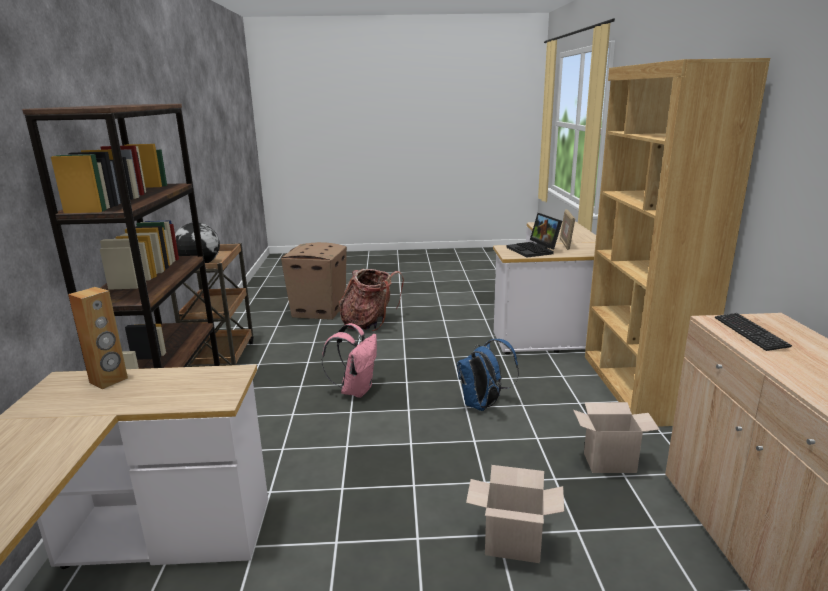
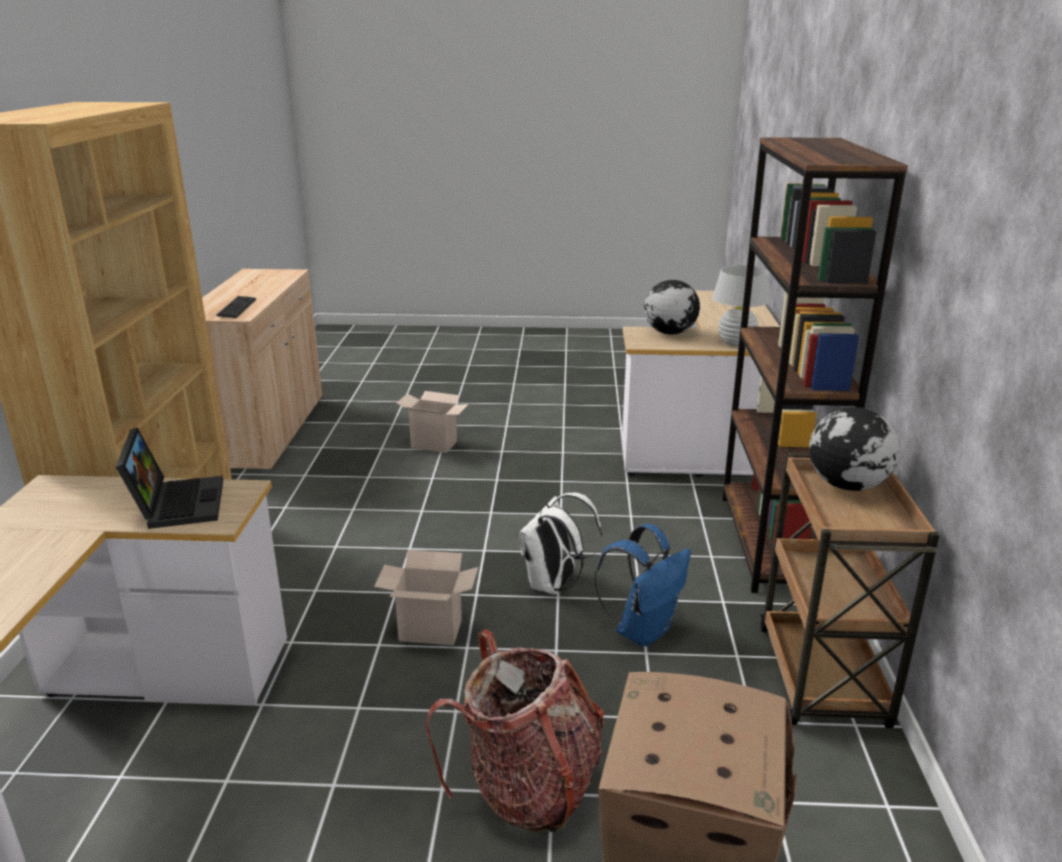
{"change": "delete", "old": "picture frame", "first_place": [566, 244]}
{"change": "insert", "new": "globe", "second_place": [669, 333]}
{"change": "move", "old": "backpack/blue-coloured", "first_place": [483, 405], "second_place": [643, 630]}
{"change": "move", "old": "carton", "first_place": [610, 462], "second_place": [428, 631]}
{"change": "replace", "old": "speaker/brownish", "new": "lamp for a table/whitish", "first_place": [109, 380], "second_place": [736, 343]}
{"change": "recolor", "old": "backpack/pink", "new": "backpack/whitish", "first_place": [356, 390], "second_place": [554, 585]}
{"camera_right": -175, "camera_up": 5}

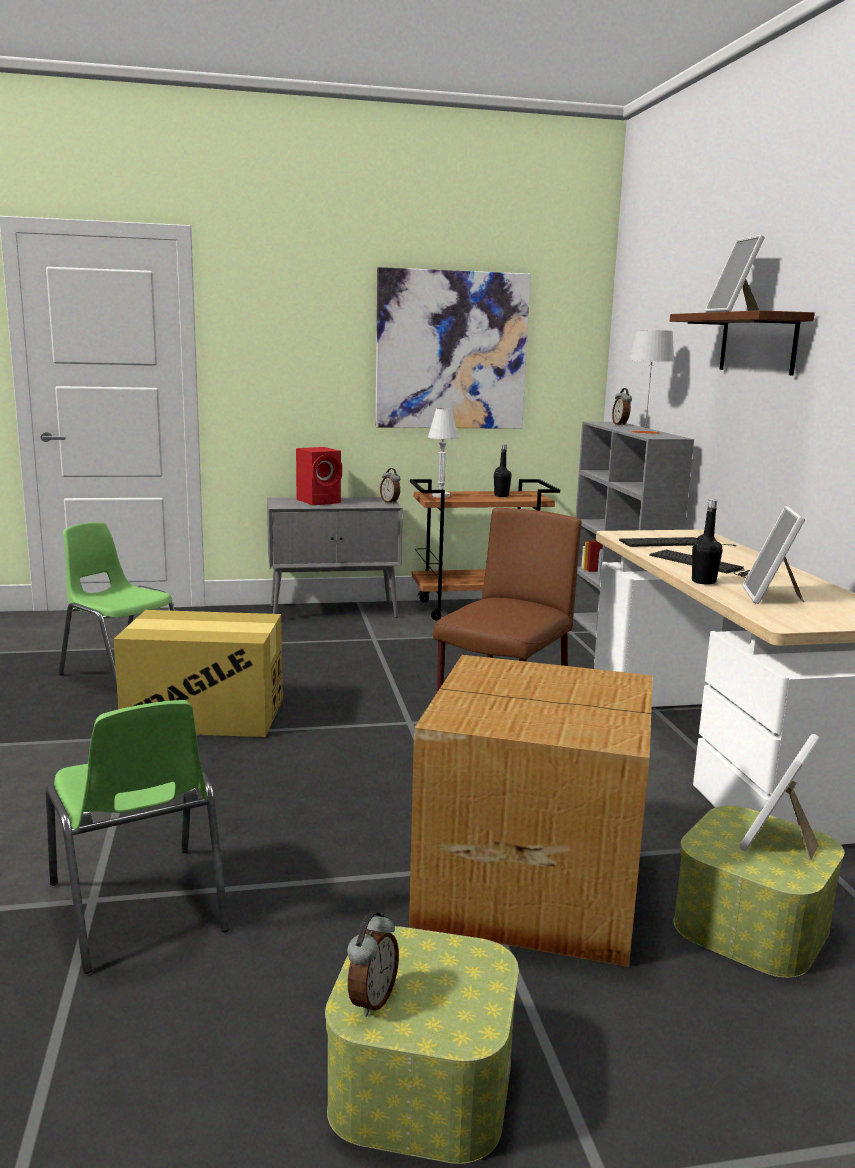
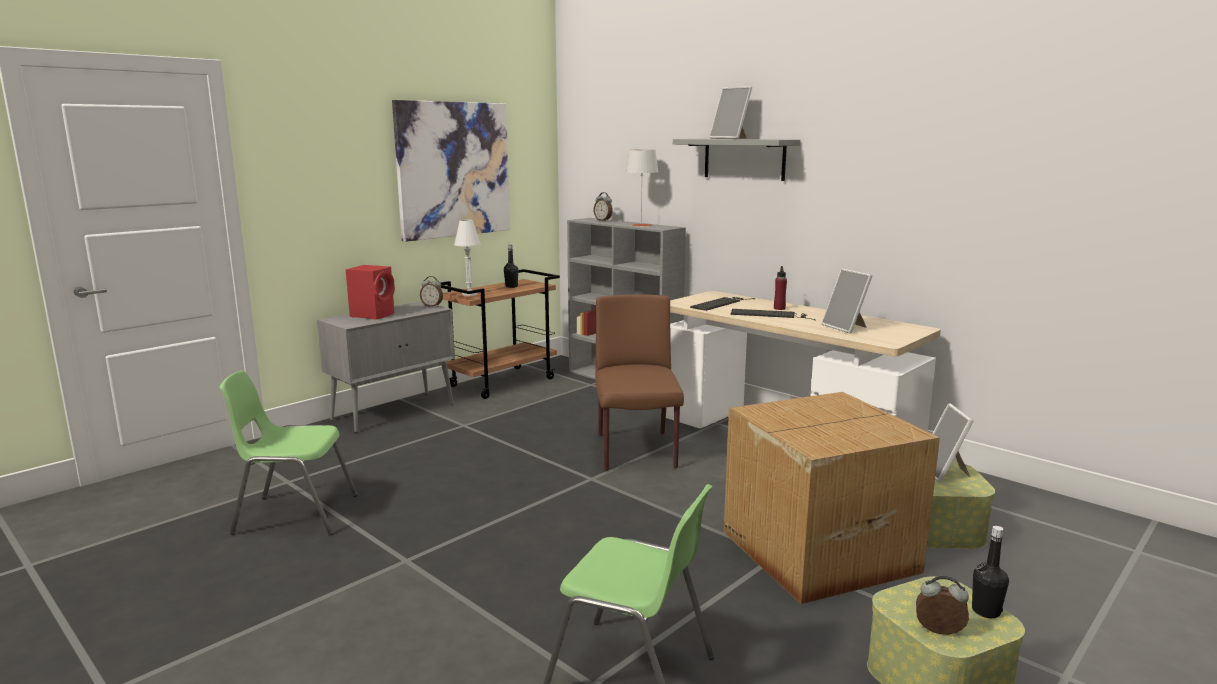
{"change": "delete", "old": "carton", "first_place": [204, 715]}
{"change": "insert", "new": "beverage bottle/red-coloured", "second_place": [779, 308]}
{"change": "move", "old": "beverage bottle/black-coloured", "first_place": [703, 581], "second_place": [986, 611]}
{"change": "recolor", "old": "shelf/brownish", "new": "shelf/grey", "first_place": [758, 343], "second_place": [744, 159]}
{"change": "rotate", "old": "table clock", "first_place": [371, 1000], "second_place": [939, 632], "degrees": -60}
{"camera_right": -35, "camera_up": 0}

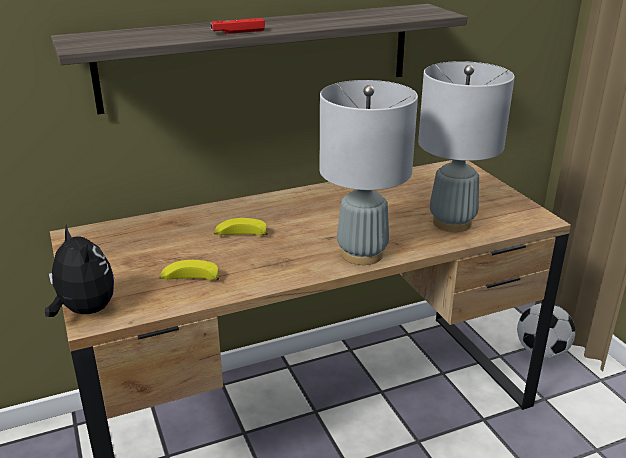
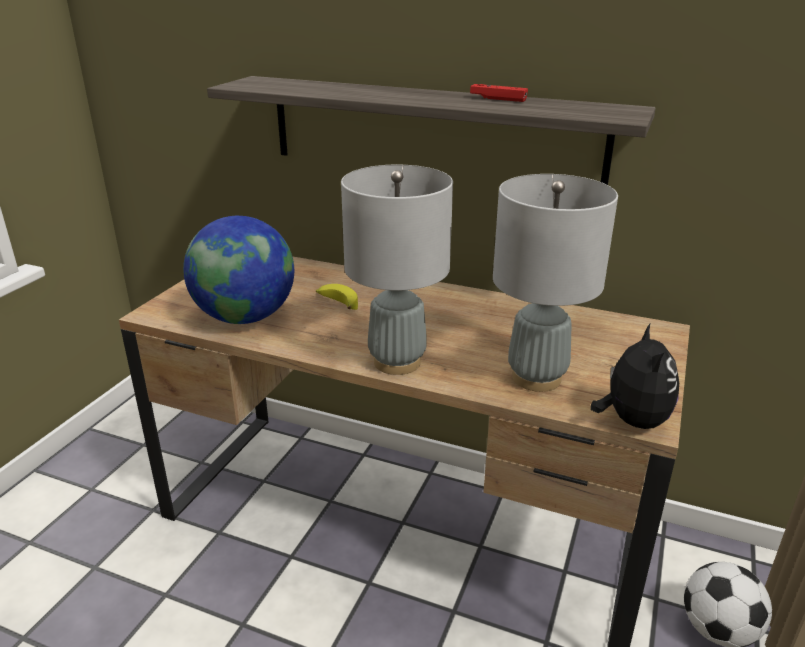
{"change": "move", "old": "soft toy", "first_place": [84, 310], "second_place": [631, 420]}
{"change": "move", "old": "joypad/red-coloured", "first_place": [238, 32], "second_place": [498, 99]}
{"change": "replace", "old": "banana", "new": "globe", "first_place": [189, 280], "second_place": [245, 317]}
{"camera_right": 45, "camera_up": 0}

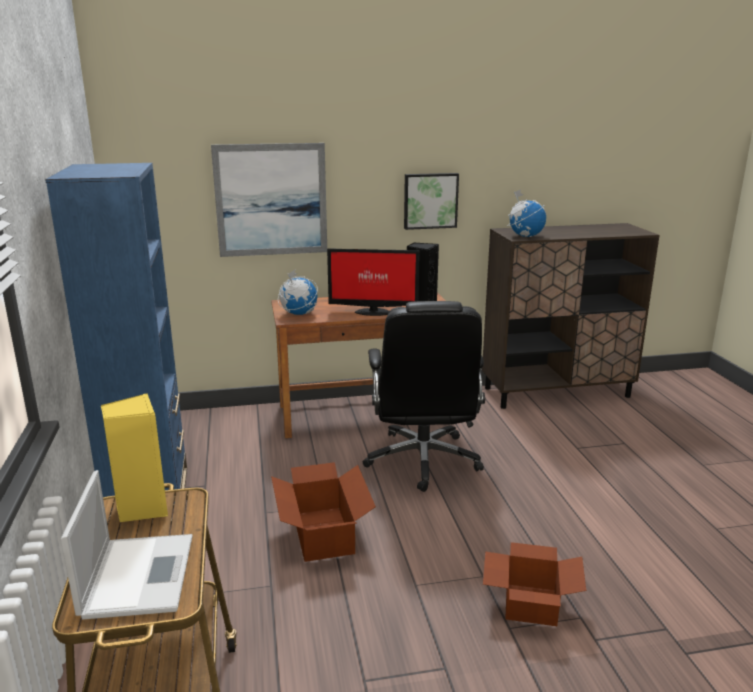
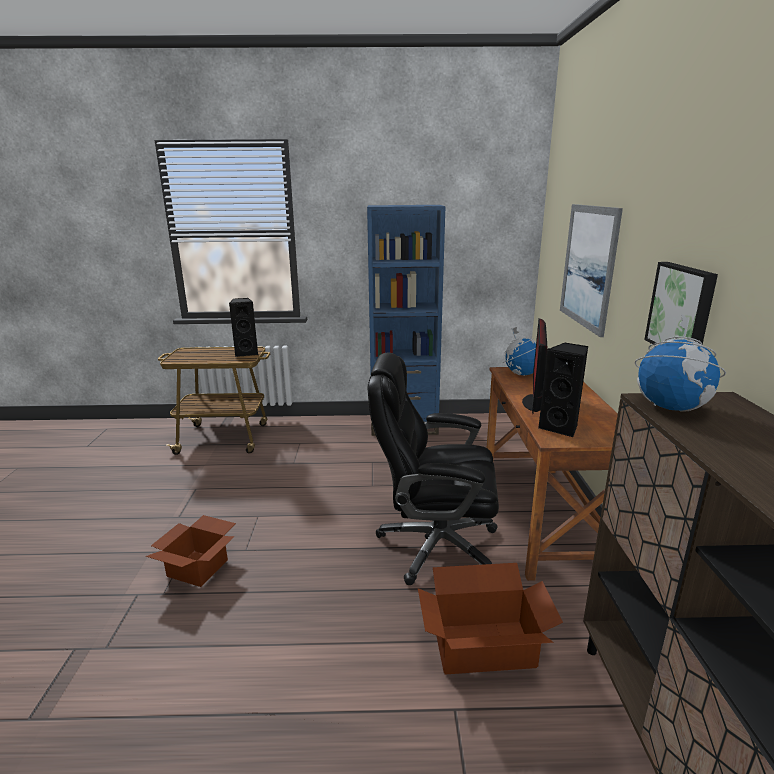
{"change": "delete", "old": "laptop", "first_place": [138, 574]}
{"change": "move", "old": "carton", "first_place": [322, 534], "second_place": [482, 645]}
{"change": "recolor", "old": "speaker/yellow", "new": "speaker/black-coloured", "first_place": [142, 508], "second_place": [247, 353]}
{"camera_right": 100, "camera_up": 0}

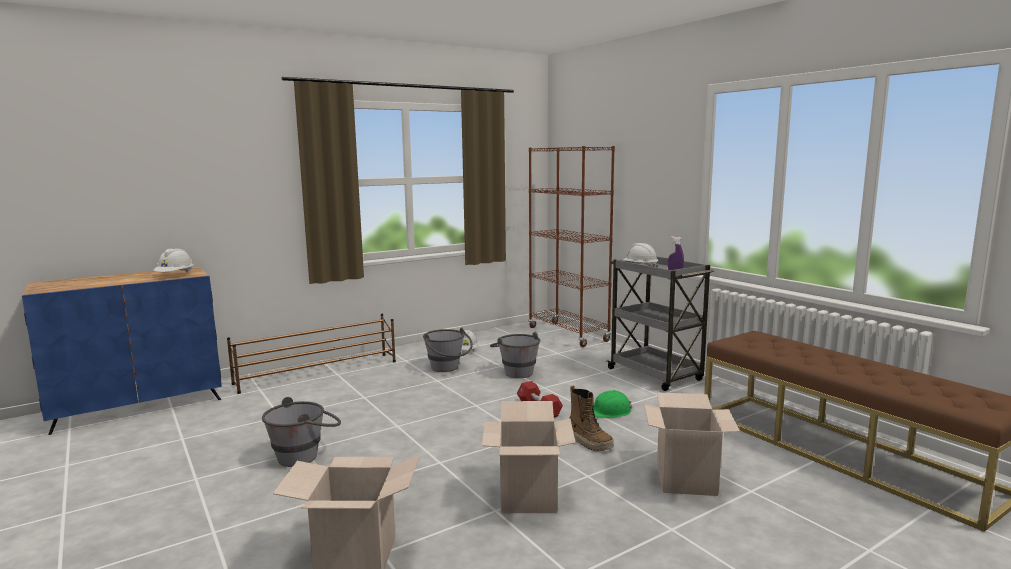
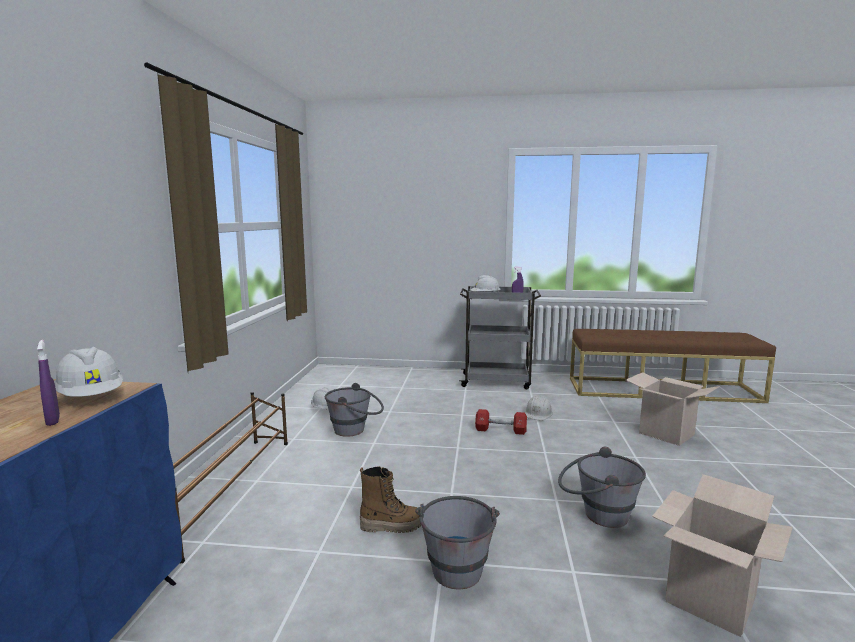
{"change": "delete", "old": "carton", "first_place": [528, 497]}
{"change": "delete", "old": "shelving unit/brownish", "first_place": [568, 334]}
{"change": "insert", "new": "hand sprayer/purple", "second_place": [53, 421]}
{"change": "move", "old": "bucket/grey", "first_place": [515, 371], "second_place": [597, 514]}
{"change": "move", "old": "boot", "first_place": [589, 443], "second_place": [392, 526]}
{"change": "recolor", "old": "work helmet/green", "new": "work helmet/whitish", "first_place": [610, 411], "second_place": [538, 413]}
{"camera_right": -50, "camera_up": 0}

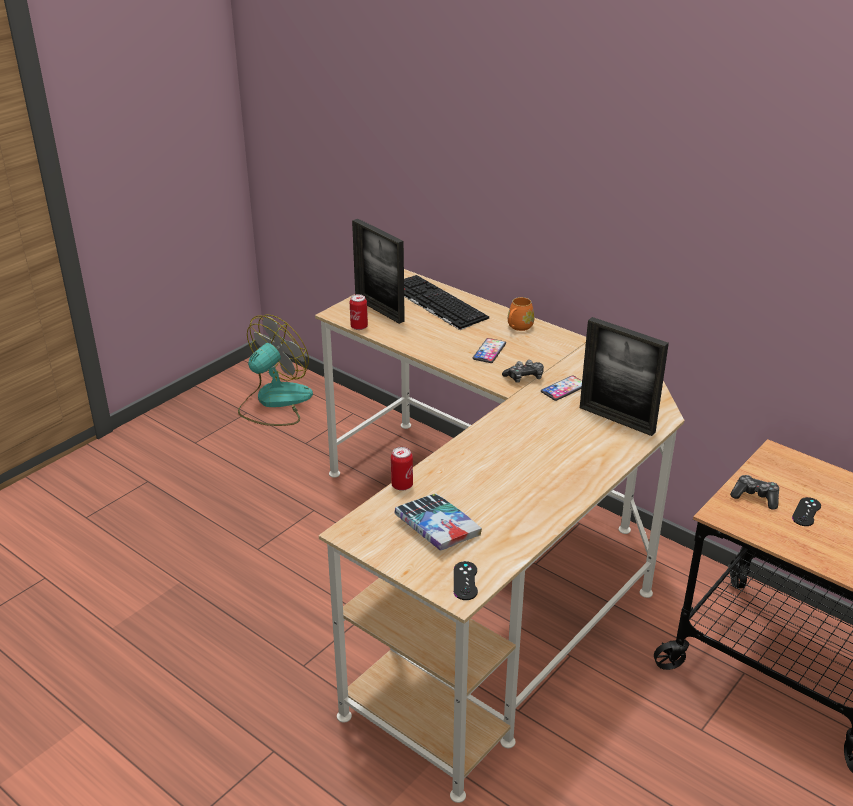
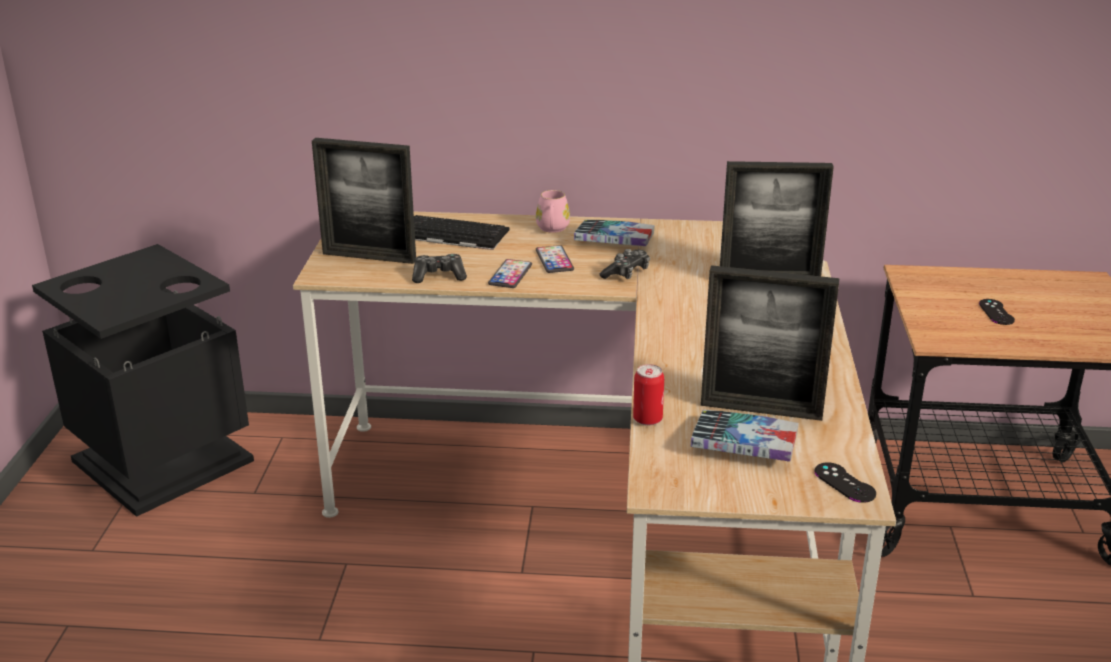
{"change": "delete", "old": "metal can", "first_place": [359, 327]}
{"change": "insert", "new": "book", "second_place": [614, 241]}
{"change": "insert", "new": "picture frame", "second_place": [761, 409]}
{"change": "move", "old": "phone", "first_place": [564, 389], "second_place": [510, 275]}
{"change": "move", "old": "joypad", "first_place": [755, 497], "second_place": [439, 276]}
{"change": "replace", "old": "electric fan", "new": "trash can/black-coloured", "first_place": [274, 402], "second_place": [161, 461]}
{"change": "recolor", "old": "mug/orangey", "new": "mug/pink", "first_place": [518, 327], "second_place": [552, 229]}
{"camera_right": -35, "camera_up": -5}

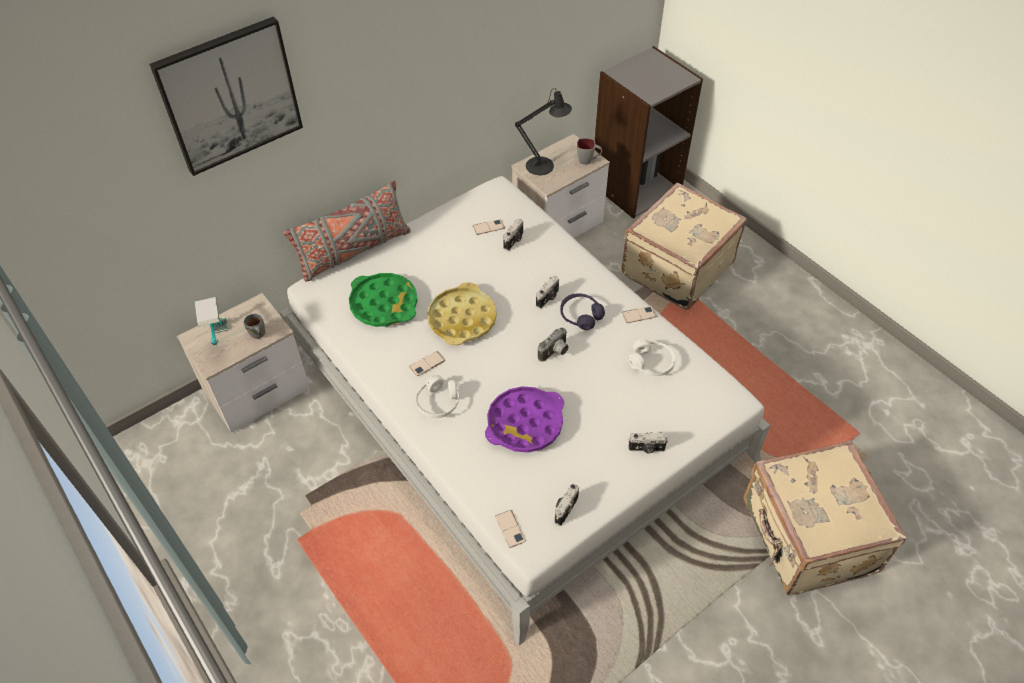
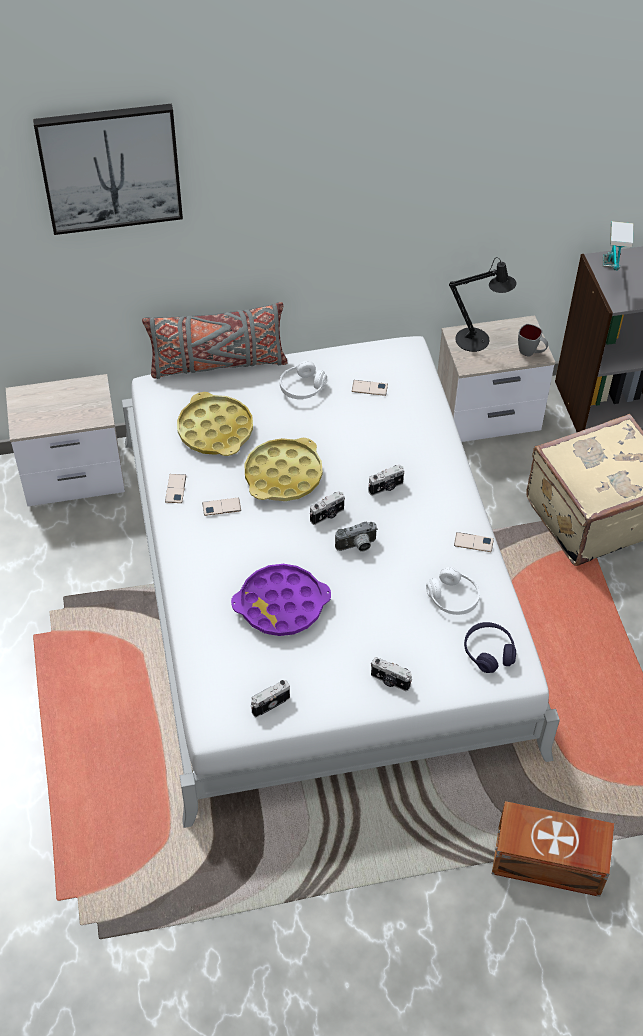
{"change": "delete", "old": "mug/grey", "first_place": [257, 334]}
{"change": "move", "old": "lamp for a table", "first_place": [223, 344], "second_place": [609, 279]}
{"change": "move", "old": "headphones/whitish", "first_place": [438, 402], "second_place": [302, 387]}
{"change": "move", "old": "phone", "first_place": [510, 529], "second_place": [175, 489]}
{"change": "move", "old": "still camera", "first_place": [514, 241], "second_place": [327, 515]}
{"change": "move", "old": "headphones/purple", "first_place": [580, 316], "second_place": [488, 652]}
{"change": "replace", "old": "piece of luggage/beige", "new": "storage bin/brownish", "first_place": [806, 538], "second_place": [550, 862]}
{"change": "recolor", "old": "tray/green", "new": "tray/yellow", "first_place": [384, 304], "second_place": [215, 430]}
{"camera_right": 25, "camera_up": 0}

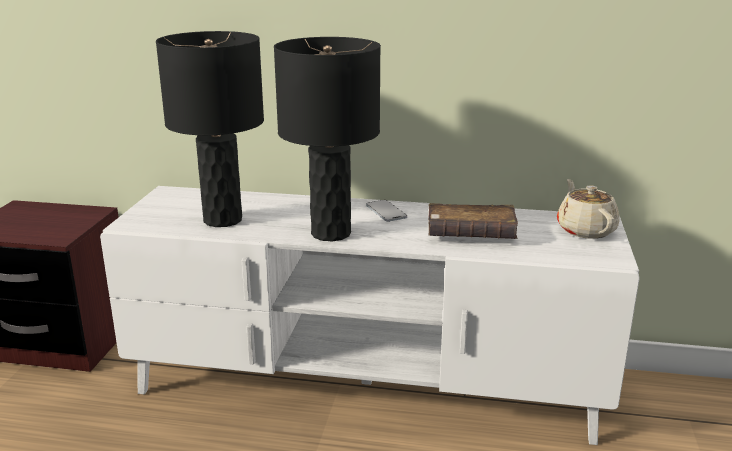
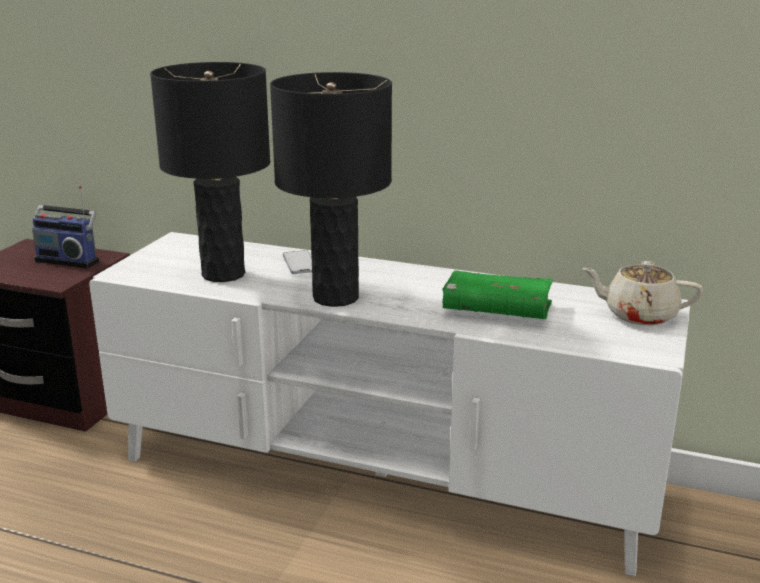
{"change": "insert", "new": "radio", "second_place": [69, 260]}
{"change": "move", "old": "phone", "first_place": [386, 212], "second_place": [299, 263]}
{"change": "recolor", "old": "book/brownish", "new": "book/green", "first_place": [470, 234], "second_place": [496, 310]}
{"change": "rotate", "old": "pot for tea/beige", "first_place": [585, 230], "second_place": [638, 315], "degrees": -75}
{"camera_right": 10, "camera_up": 0}

